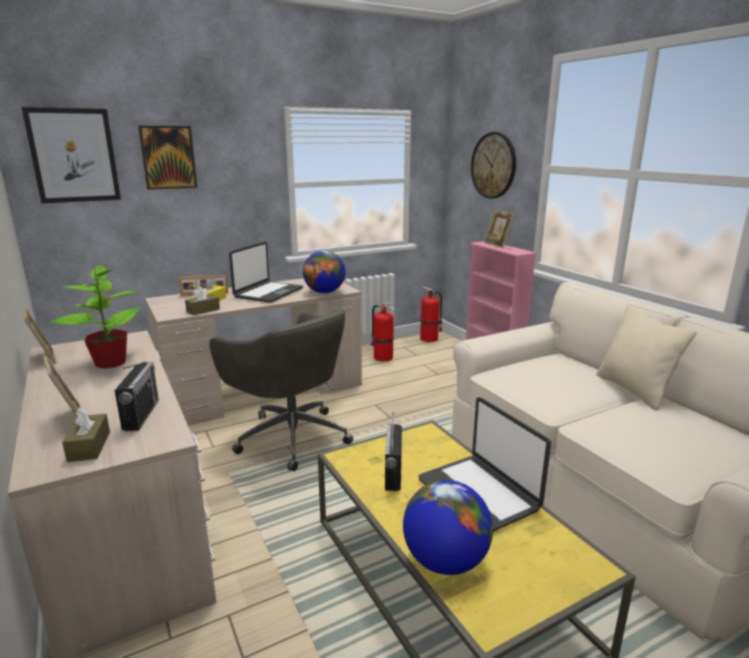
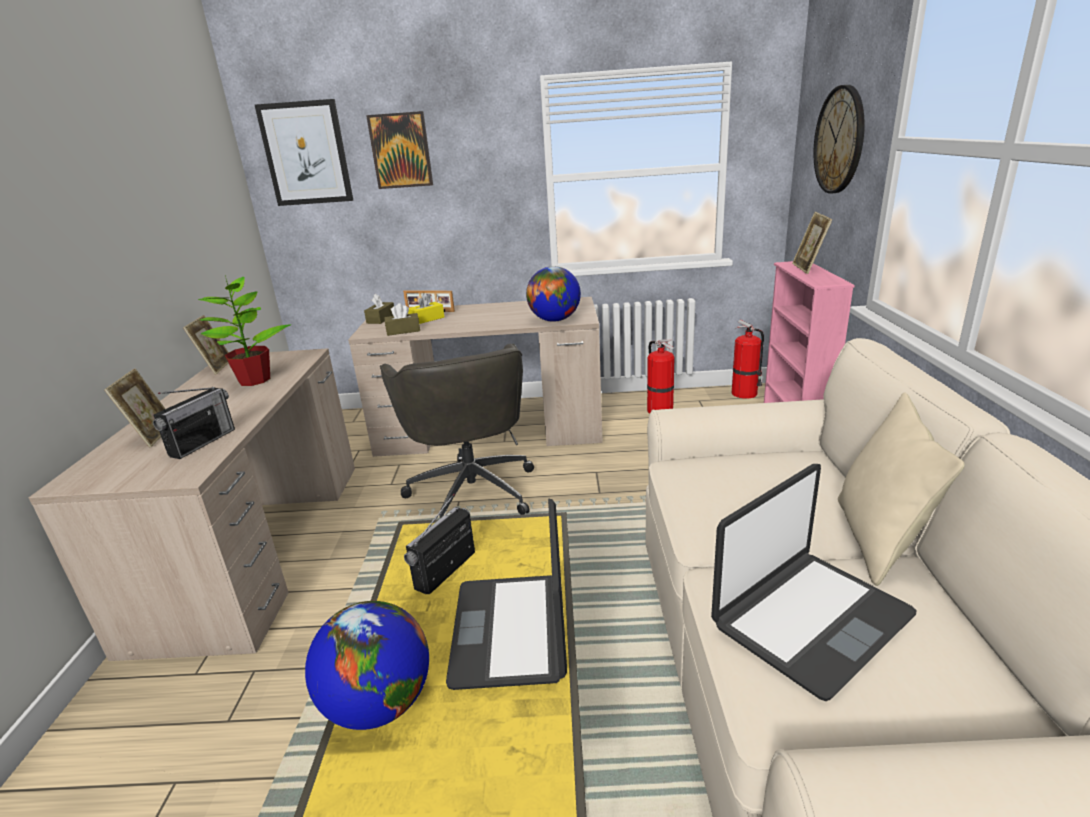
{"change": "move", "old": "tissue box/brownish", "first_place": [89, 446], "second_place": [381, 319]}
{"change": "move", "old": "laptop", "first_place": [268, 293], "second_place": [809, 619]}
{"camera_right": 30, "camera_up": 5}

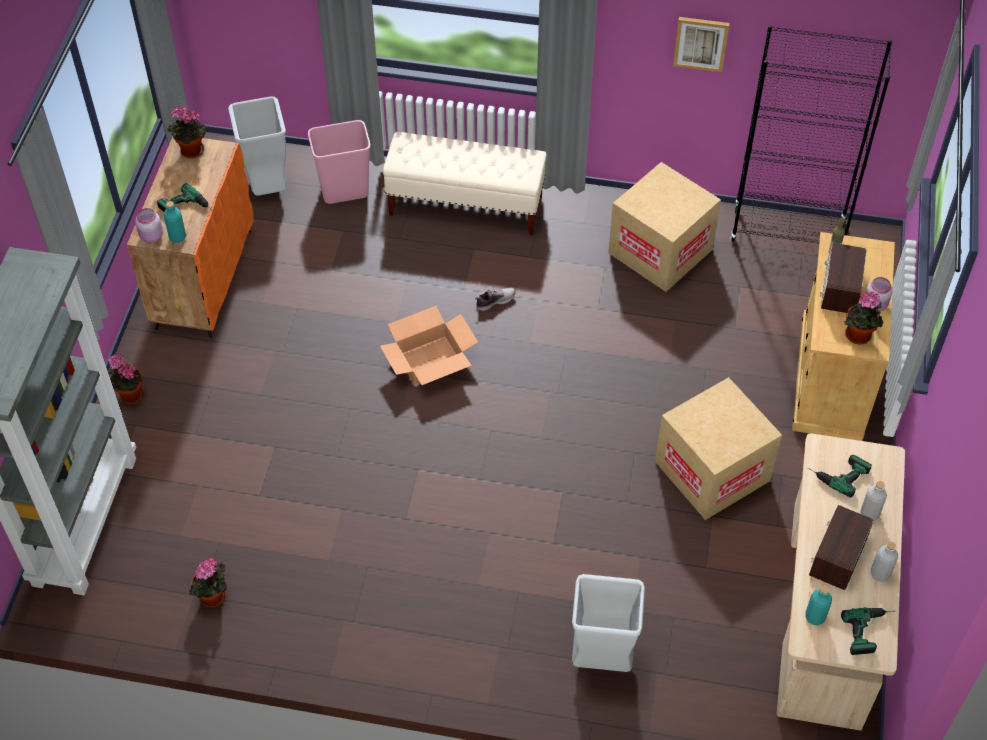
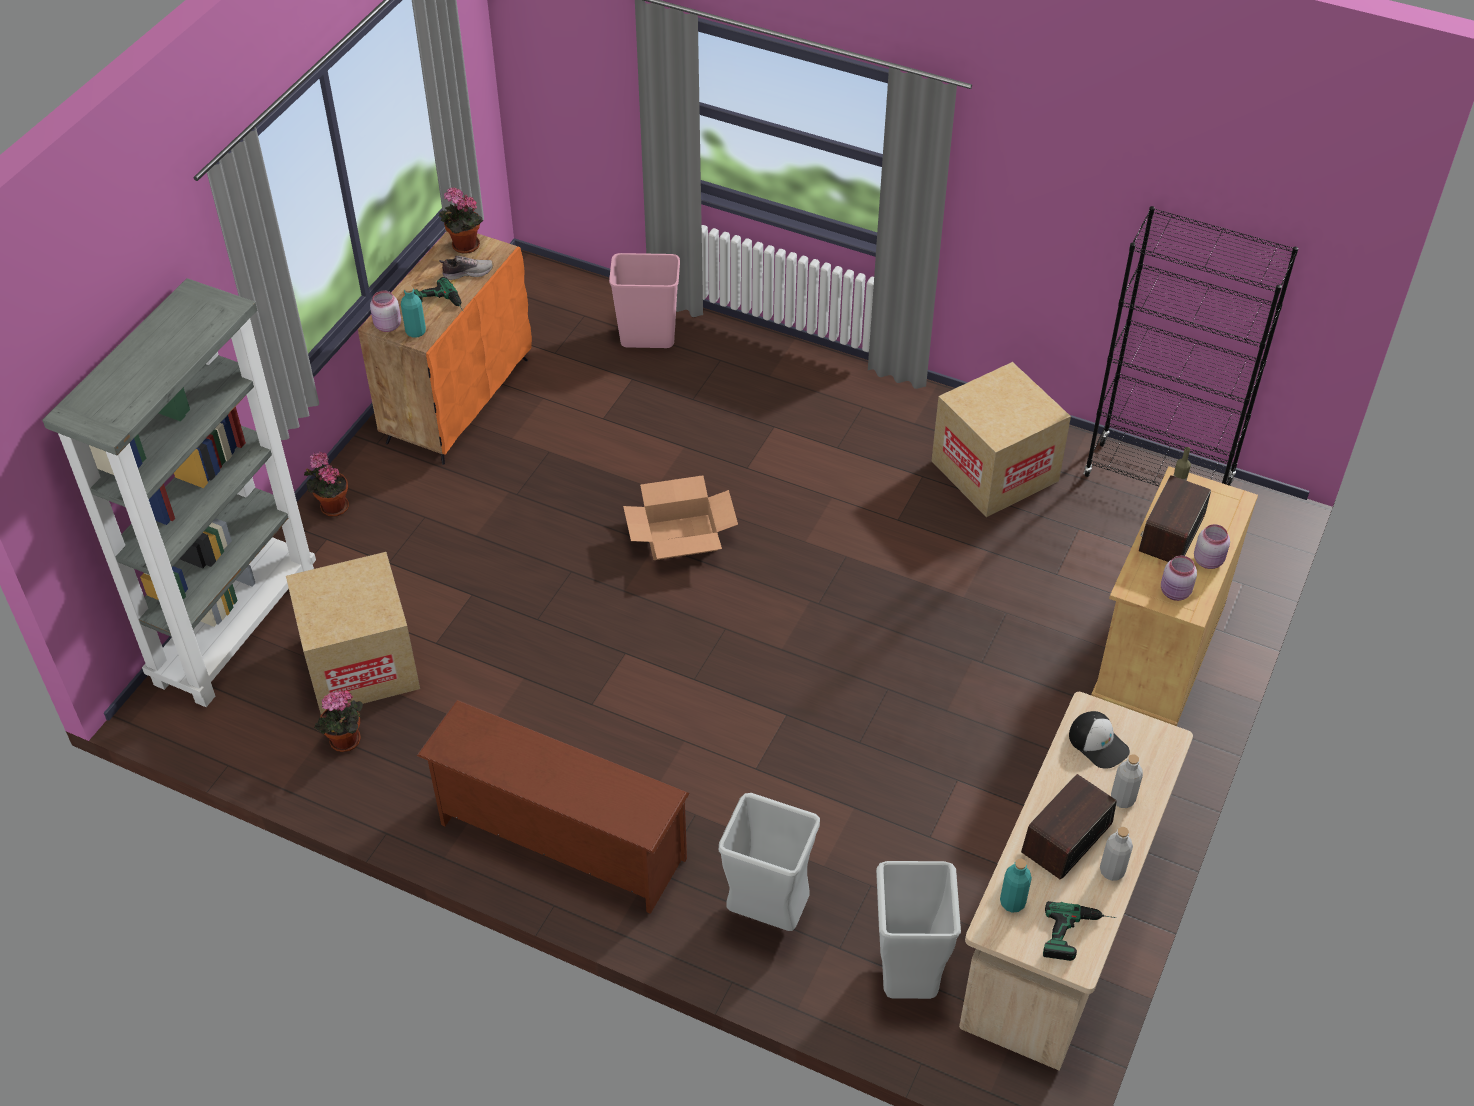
{"change": "delete", "old": "indoor bench/beige", "first_place": [466, 206]}
{"change": "delete", "old": "wall picture", "first_place": [701, 43]}
{"change": "insert", "new": "shoe rack/brownish", "second_place": [559, 842]}
{"change": "move", "old": "trash can/grey", "first_place": [267, 187], "second_place": [907, 976]}
{"change": "move", "old": "item of footwear", "first_place": [494, 301], "second_place": [467, 272]}
{"change": "move", "old": "carton", "first_place": [712, 471], "second_place": [361, 664]}
{"change": "replace", "old": "power drill", "new": "cap", "first_place": [837, 472], "second_place": [1098, 743]}
{"change": "replace", "old": "potted plant", "new": "storage jar/pink", "first_place": [859, 337], "second_place": [1175, 593]}
{"camera_right": 15, "camera_up": -5}

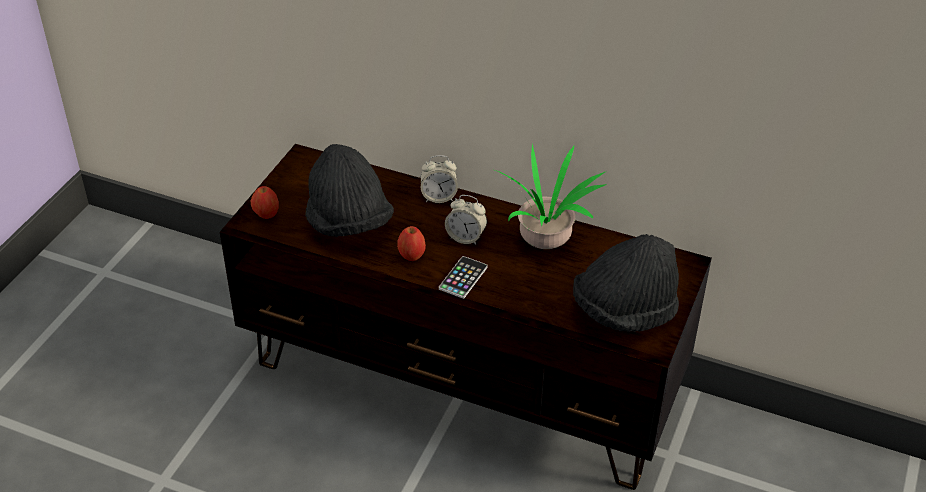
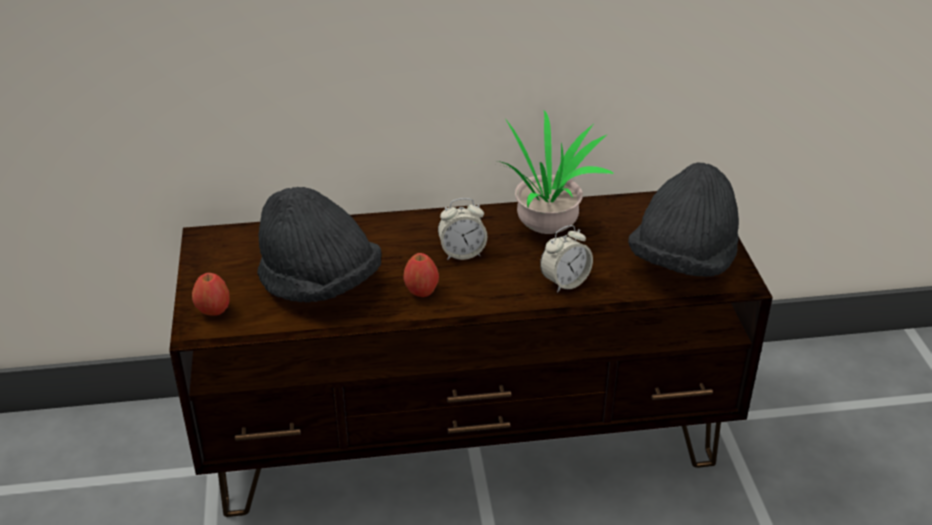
{"change": "delete", "old": "phone", "first_place": [463, 278]}
{"change": "move", "old": "table clock", "first_place": [438, 197], "second_place": [565, 282]}
{"camera_right": -30, "camera_up": -5}

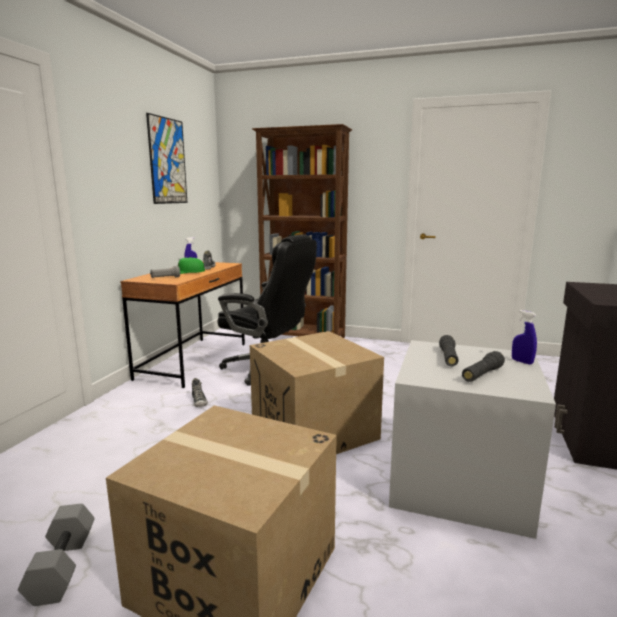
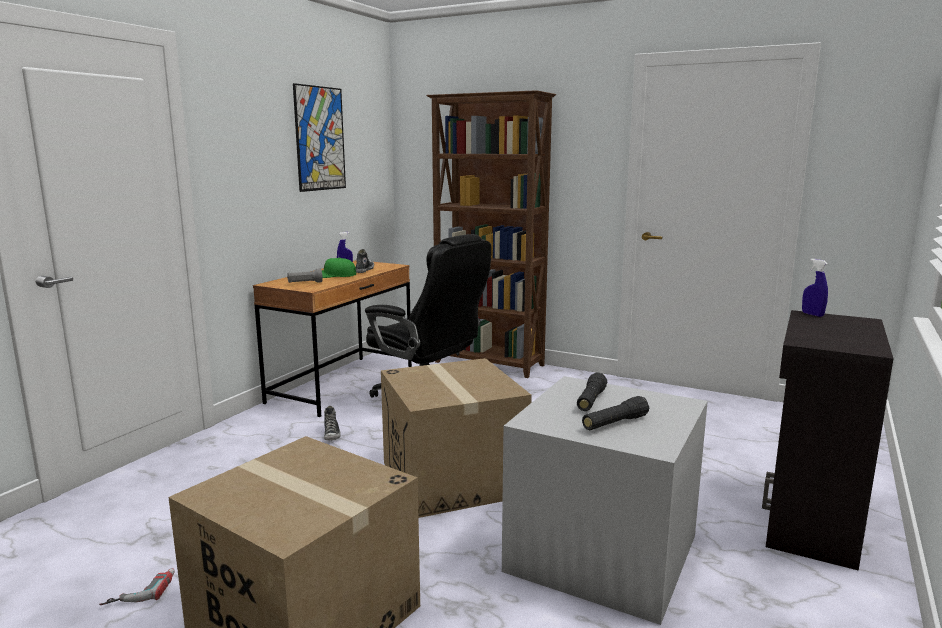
{"change": "move", "old": "hand sprayer/blue-coloured", "first_place": [522, 362], "second_place": [812, 314]}
{"change": "replace", "old": "hand weight/grey", "new": "power drill", "first_place": [63, 567], "second_place": [140, 590]}
{"camera_right": 10, "camera_up": 0}

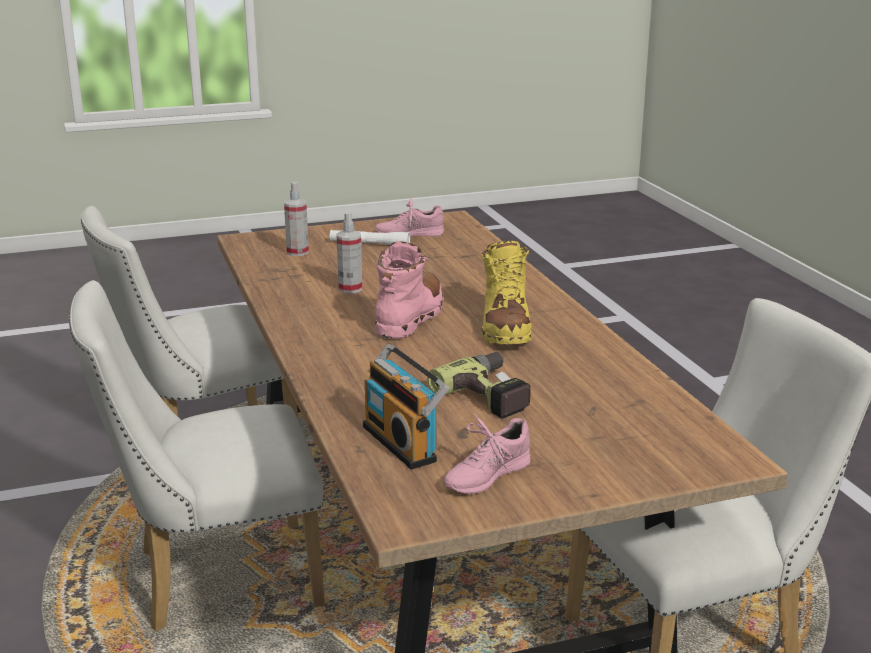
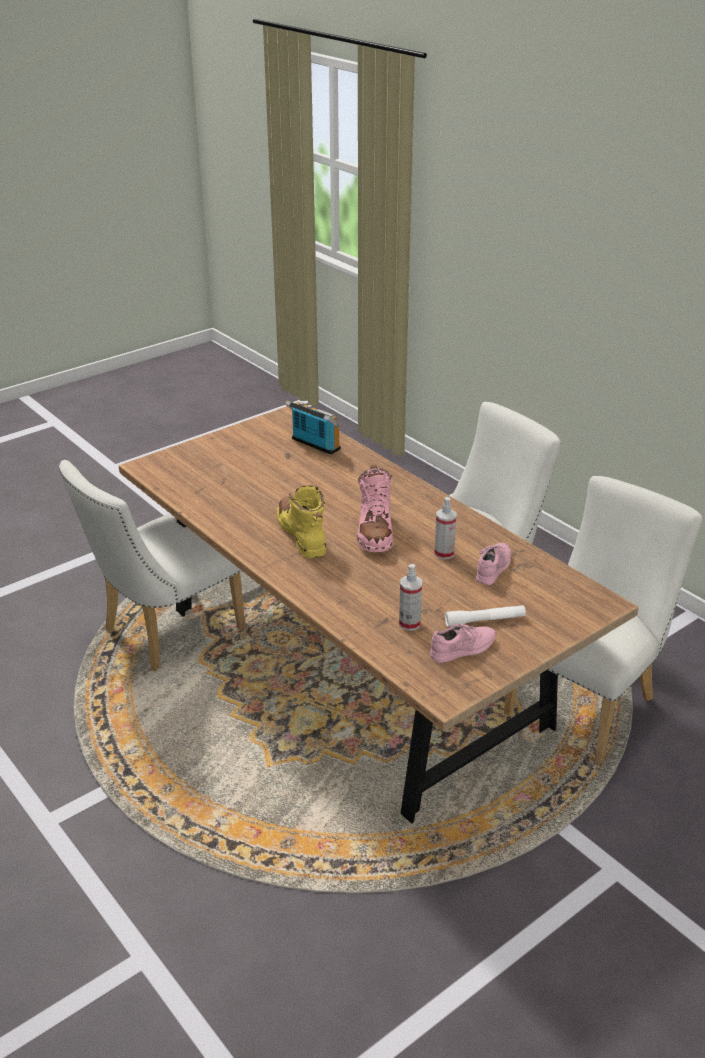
{"change": "delete", "old": "power drill", "first_place": [492, 394]}
{"change": "move", "old": "hand sprayer", "first_place": [297, 252], "second_place": [409, 623]}
{"change": "move", "old": "item of footwear/pink", "first_place": [486, 475], "second_place": [494, 568]}
{"camera_right": 160, "camera_up": 10}

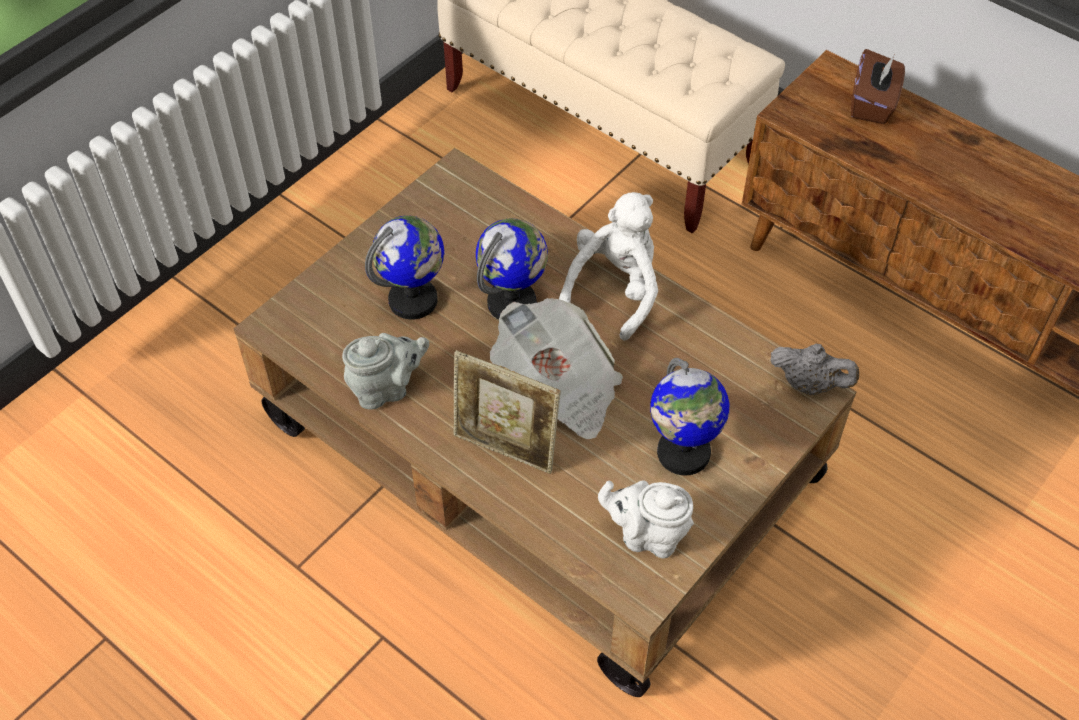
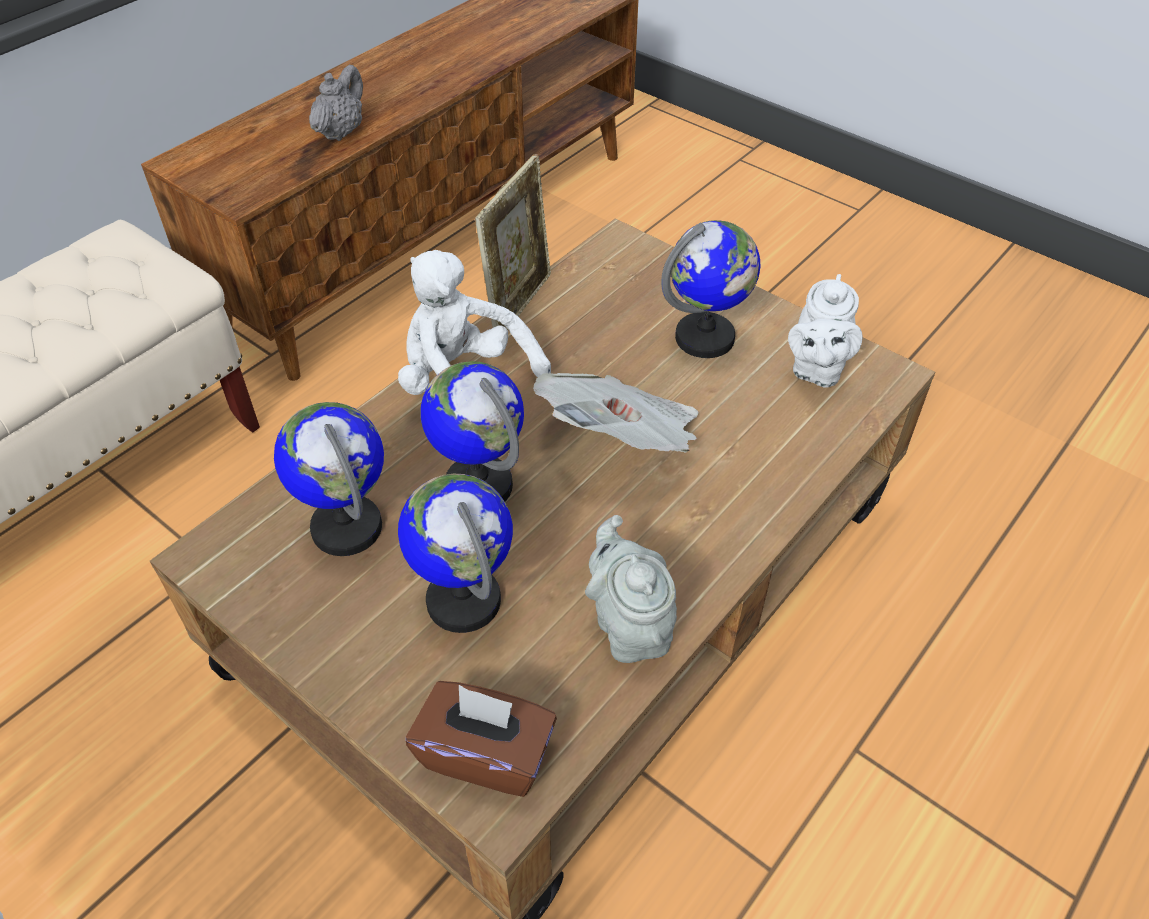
{"change": "insert", "new": "globe", "second_place": [347, 527]}
{"change": "move", "old": "picture frame", "first_place": [505, 450], "second_place": [519, 305]}
{"change": "move", "old": "pot for tea/grey", "first_place": [809, 384], "second_place": [341, 132]}
{"change": "move", "old": "tissue box/brownish", "first_place": [873, 104], "second_place": [486, 754]}
{"camera_right": -90, "camera_up": -5}

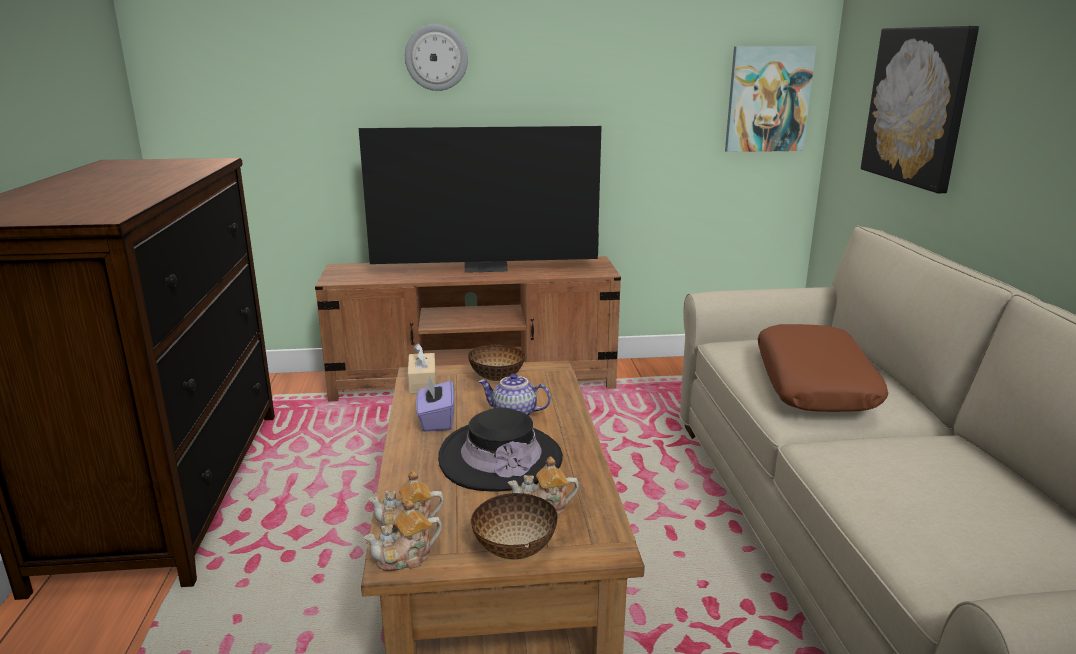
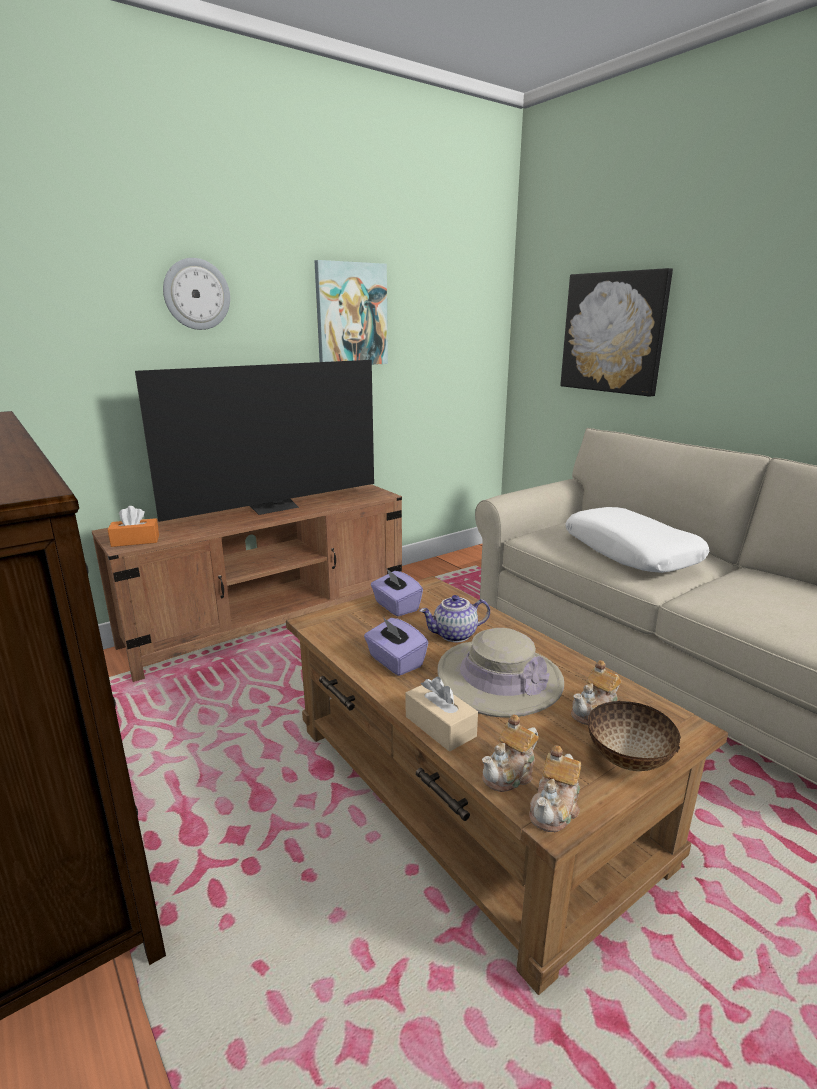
{"change": "insert", "new": "tissue box/orangey", "second_place": [135, 541]}
{"change": "move", "old": "tissue box/beige", "first_place": [422, 382], "second_place": [440, 726]}
{"change": "move", "old": "wall picture", "first_place": [768, 99], "second_place": [351, 315]}
{"change": "replace", "old": "deep dish", "new": "tissue box/purple", "first_place": [497, 378], "second_place": [396, 606]}
{"change": "recolor", "old": "hat/black-coloured", "new": "hat/beige", "first_place": [500, 458], "second_place": [499, 679]}
{"change": "recolor", "old": "throw pillow/brownish", "new": "throw pillow/whitish", "first_place": [815, 383], "second_place": [631, 552]}
{"camera_right": -30, "camera_up": 0}

